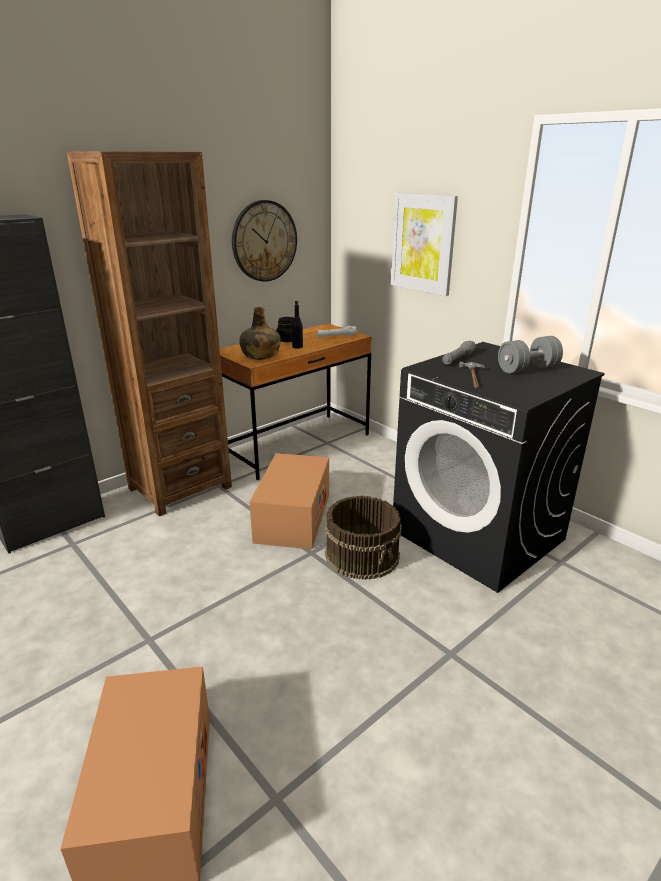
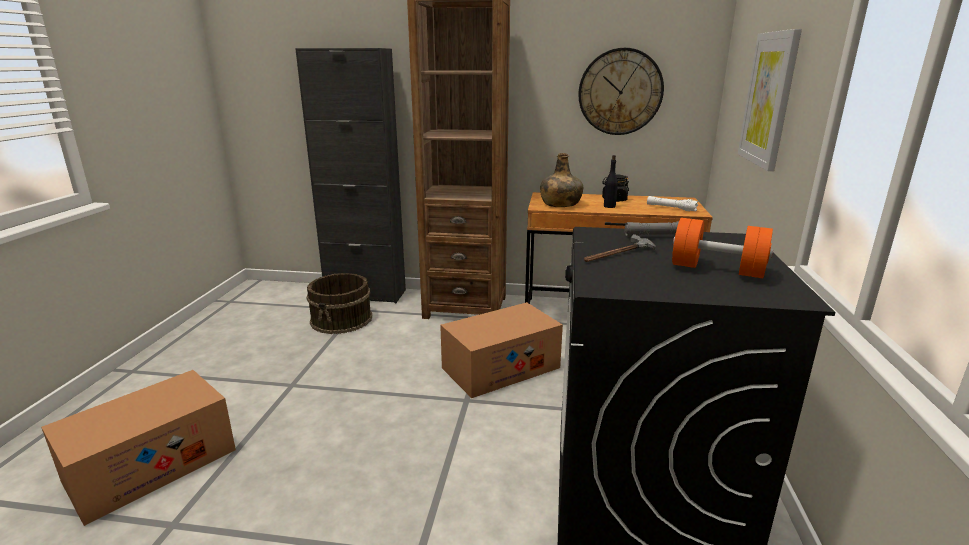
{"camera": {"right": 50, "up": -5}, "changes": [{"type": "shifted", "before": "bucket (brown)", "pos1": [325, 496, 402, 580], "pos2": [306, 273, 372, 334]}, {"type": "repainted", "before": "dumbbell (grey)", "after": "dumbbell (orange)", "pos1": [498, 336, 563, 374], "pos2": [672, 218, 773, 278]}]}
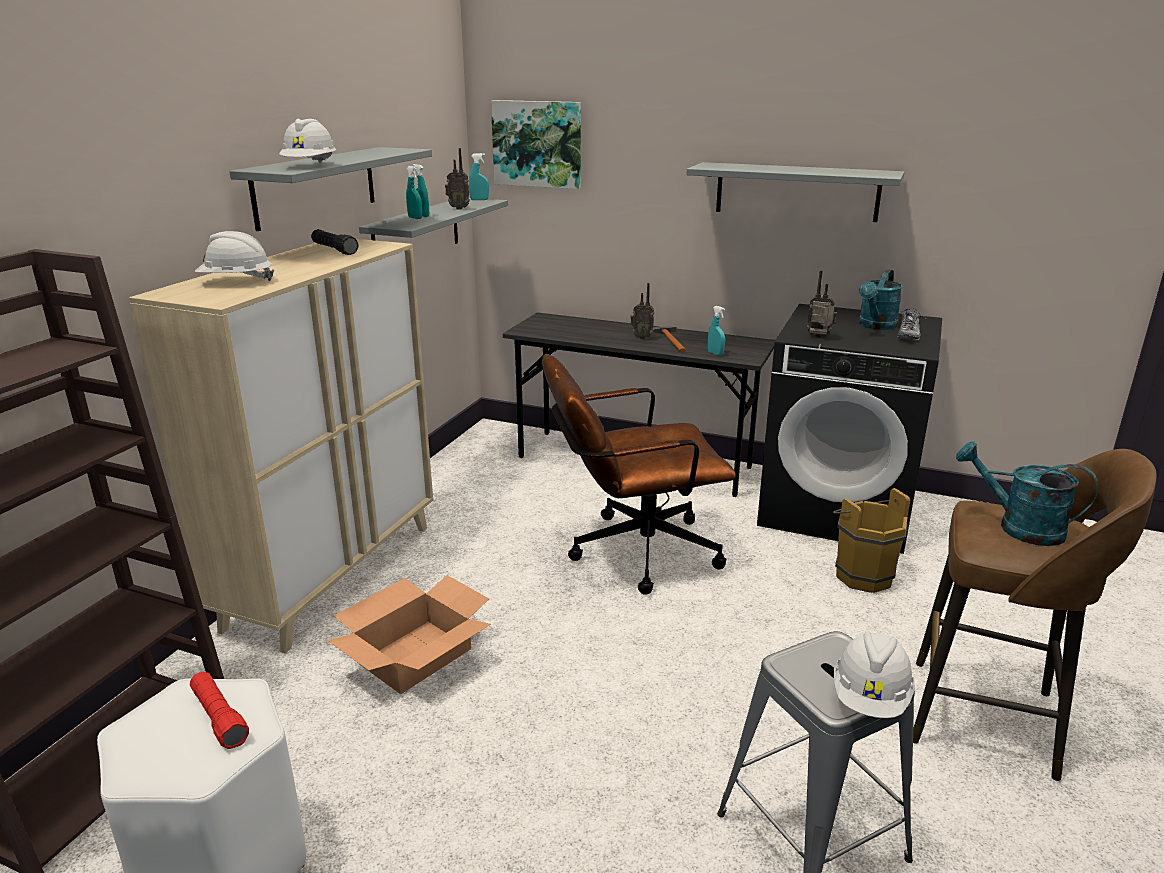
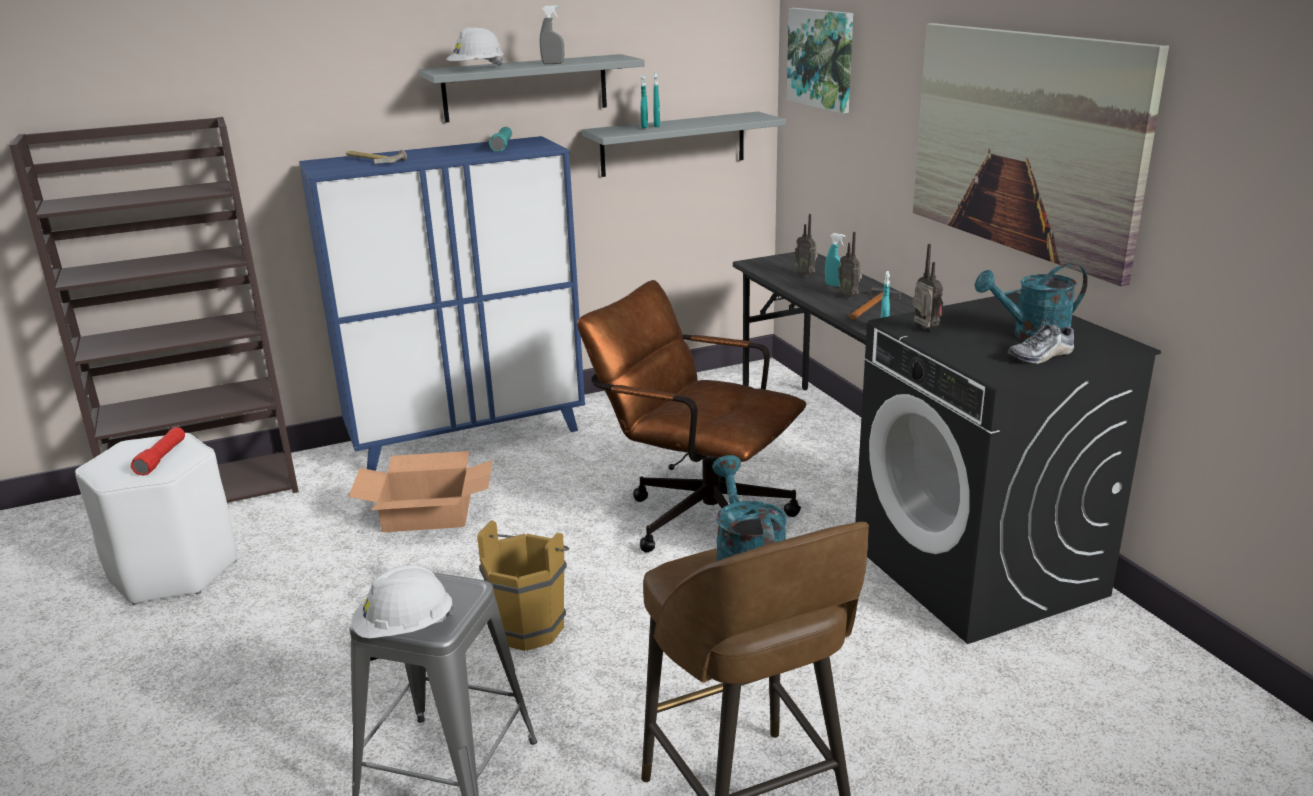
{"camera": {"right": 45, "up": 0}, "changes": [{"type": "repainted", "before": "cabinet (beige)", "after": "cabinet (blue)", "pos1": [129, 239, 433, 654], "pos2": [299, 136, 585, 471]}, {"type": "swapped", "before": "hard hat (white)", "after": "hammer", "pos1": [195, 231, 274, 281], "pos2": [346, 150, 407, 164]}, {"type": "shifted", "before": "bucket (brown)", "pos1": [833, 488, 910, 593], "pos2": [477, 520, 569, 651]}, {"type": "repainted", "before": "flashlight (black)", "after": "flashlight (turquoise)", "pos1": [311, 229, 359, 255], "pos2": [489, 127, 512, 152]}, {"type": "new", "after": "spray bottle (grey)", "pos2": [540, 5, 564, 64]}, {"type": "shifted", "before": "radio", "pos1": [445, 148, 470, 210], "pos2": [795, 214, 818, 276]}, {"type": "shifted", "before": "spray bottle (turquoise)", "pos1": [469, 153, 489, 200], "pos2": [825, 233, 845, 287]}, {"type": "swapped", "before": "shelf (grey)", "after": "picture", "pos1": [686, 162, 904, 222], "pos2": [913, 23, 1169, 286]}]}
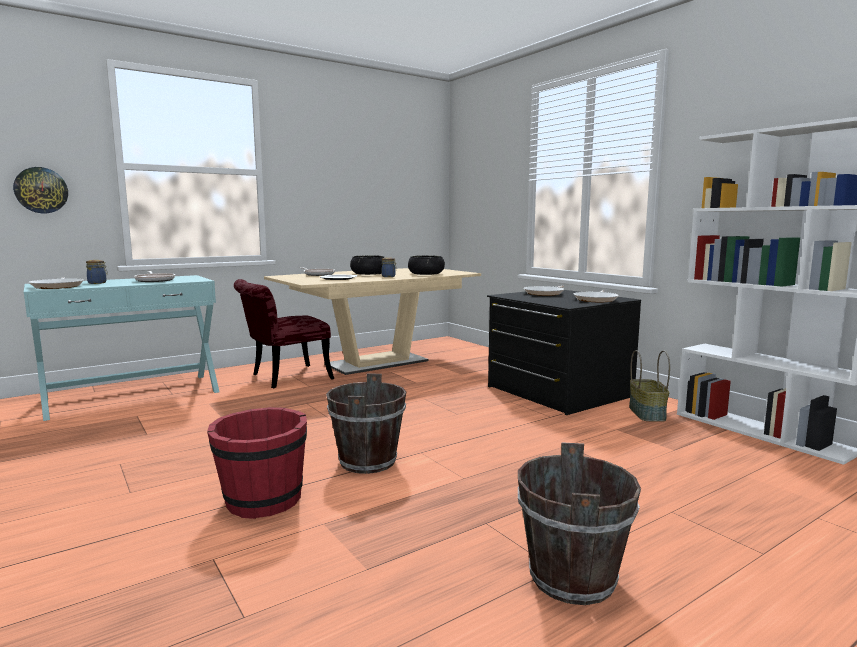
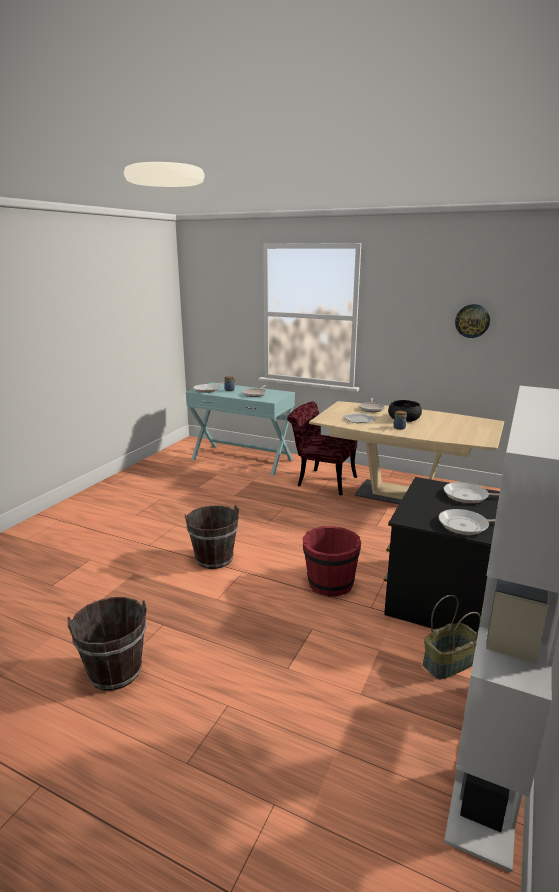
{"camera": {"right": 60, "up": 10}, "changes": [{"type": "shifted", "before": "bucket (red)", "pos1": [207, 407, 307, 519], "pos2": [303, 526, 361, 596]}, {"type": "shifted", "before": "wall clock", "pos1": [13, 167, 68, 213], "pos2": [455, 304, 490, 338]}, {"type": "gone", "before": "bowl (black)", "pos1": [408, 255, 445, 275]}]}
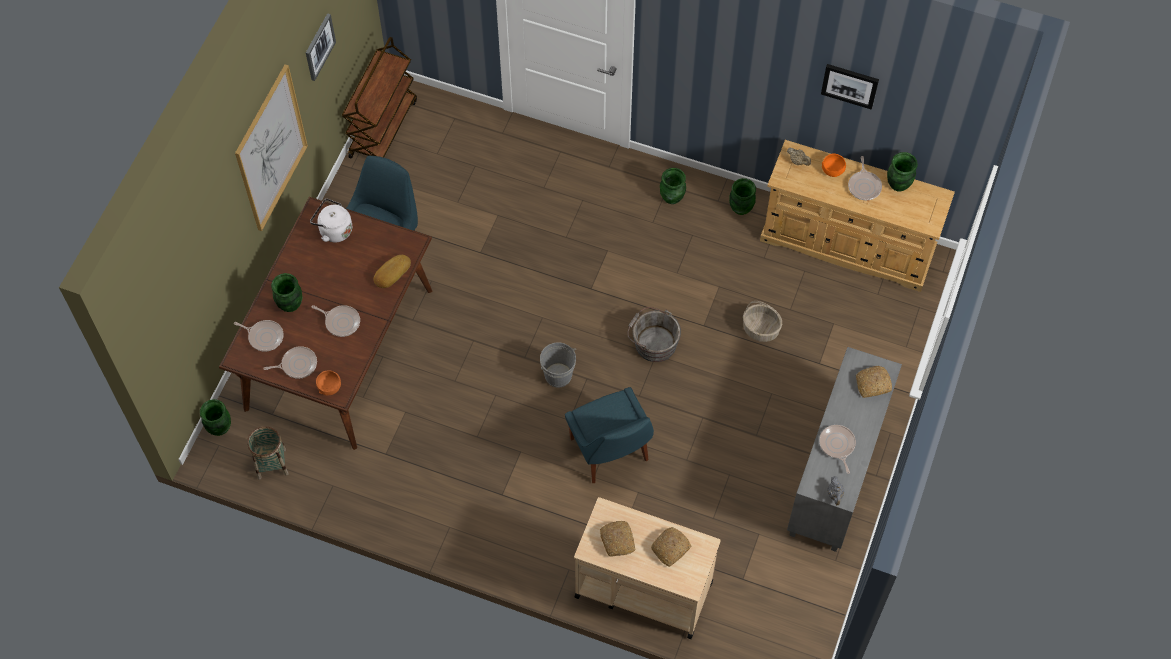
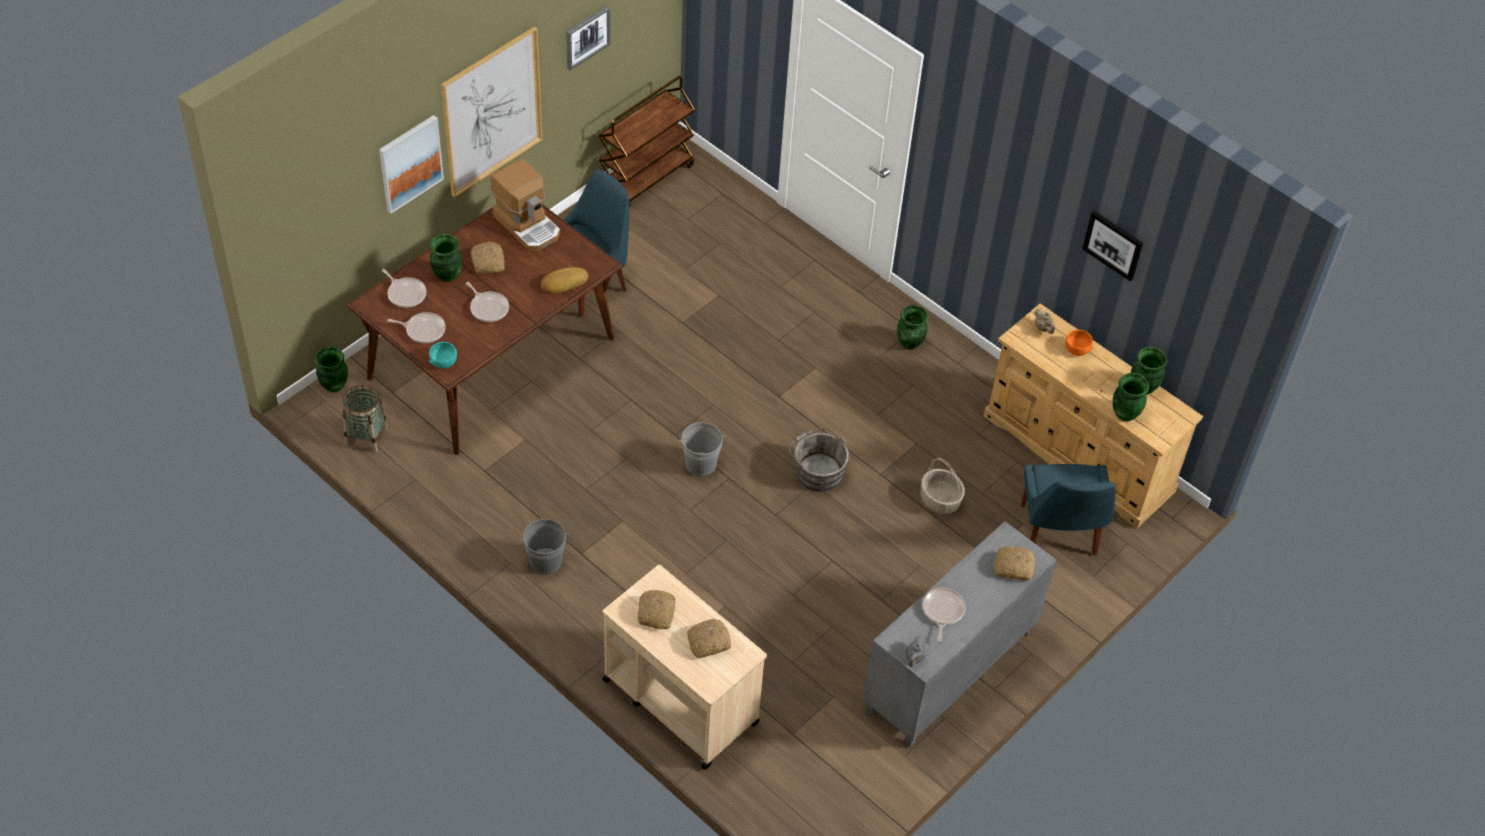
{"camera": {"right": 20, "up": -10}, "changes": [{"type": "new", "after": "picture", "pos2": [379, 115, 444, 213]}, {"type": "repainted", "before": "bowl (orange)", "after": "bowl (turquoise)", "pos1": [316, 370, 341, 395], "pos2": [429, 342, 457, 368]}, {"type": "new", "after": "bread", "pos2": [471, 242, 505, 274]}, {"type": "swapped", "before": "kettle (white)", "after": "coffee machine", "pos1": [310, 199, 352, 242], "pos2": [490, 158, 560, 251]}, {"type": "new", "after": "bucket (grey)", "pos2": [520, 519, 569, 575]}, {"type": "shifted", "before": "chair (blue)", "pos1": [565, 387, 654, 483], "pos2": [1021, 464, 1115, 556]}, {"type": "shifted", "before": "vase (green)", "pos1": [729, 178, 756, 215], "pos2": [1113, 373, 1149, 421]}, {"type": "gone", "before": "frying pan", "pos1": [848, 156, 882, 200]}]}
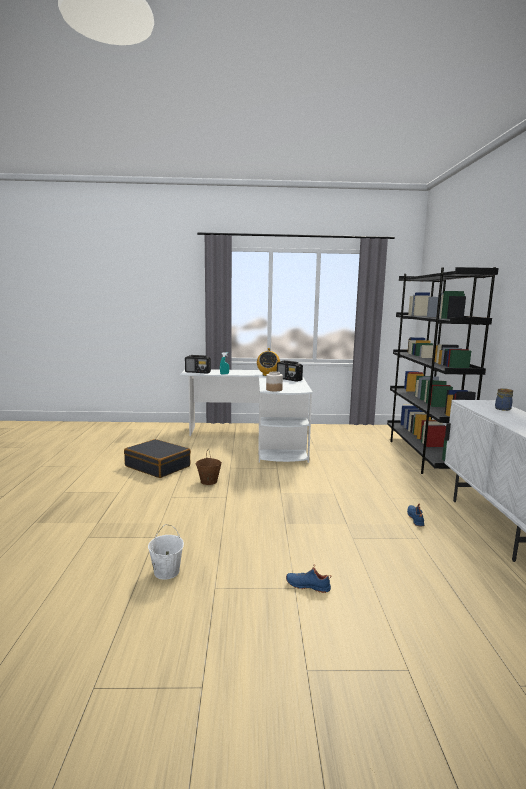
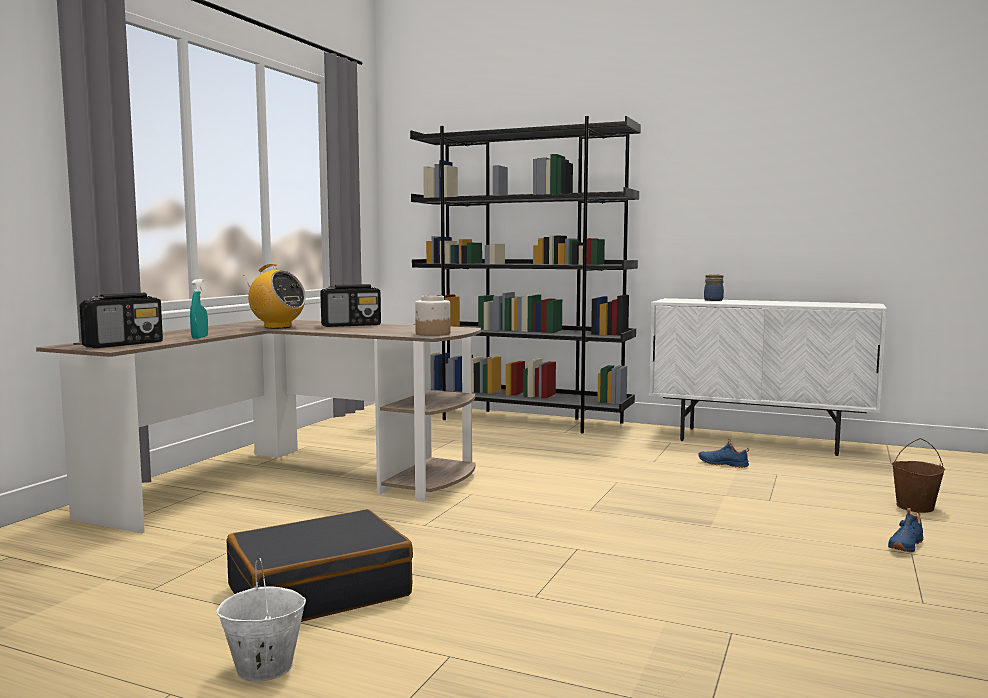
{"camera": {"right": -65, "up": -5}, "changes": [{"type": "repainted", "before": "desk (white)", "after": "desk (brown)", "pos1": [180, 369, 313, 463], "pos2": [36, 320, 481, 533]}, {"type": "shifted", "before": "bucket (white)", "pos1": [148, 524, 184, 580], "pos2": [216, 558, 306, 681]}, {"type": "shifted", "before": "bucket (brown)", "pos1": [196, 449, 222, 485], "pos2": [892, 438, 945, 513]}]}
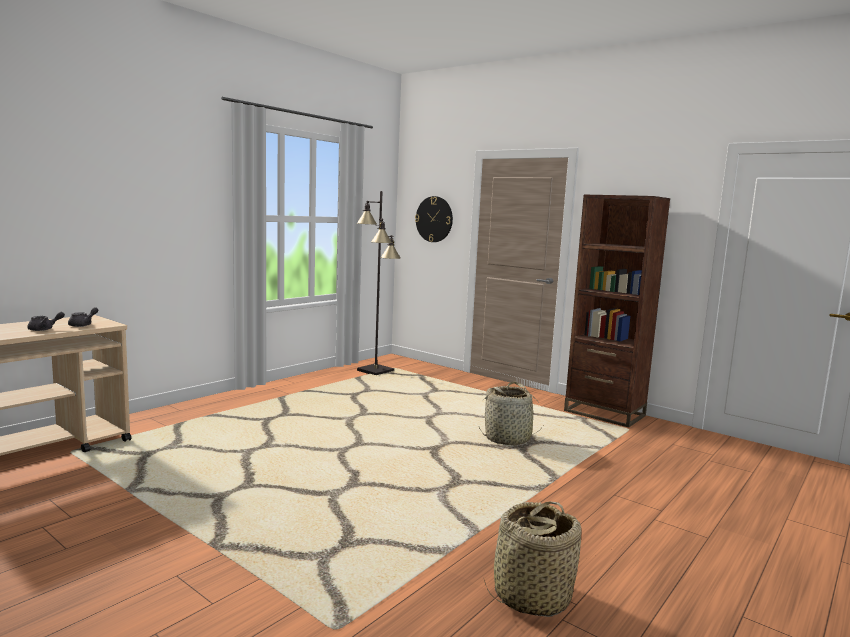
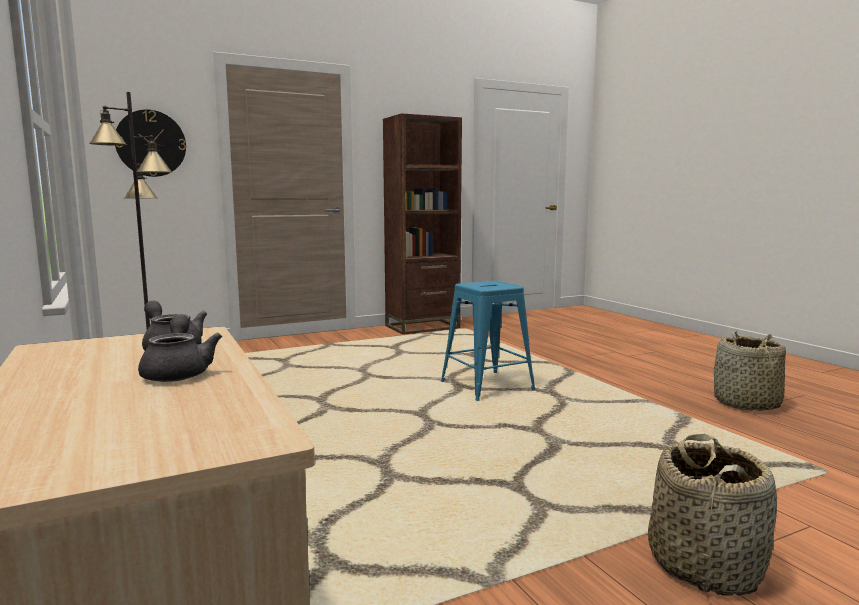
{"camera": {"right": -65, "up": 0}, "changes": [{"type": "new", "after": "stool (blue)", "pos2": [441, 281, 535, 401]}, {"type": "shifted", "before": "basket", "pos1": [479, 382, 545, 445], "pos2": [648, 434, 777, 596]}]}
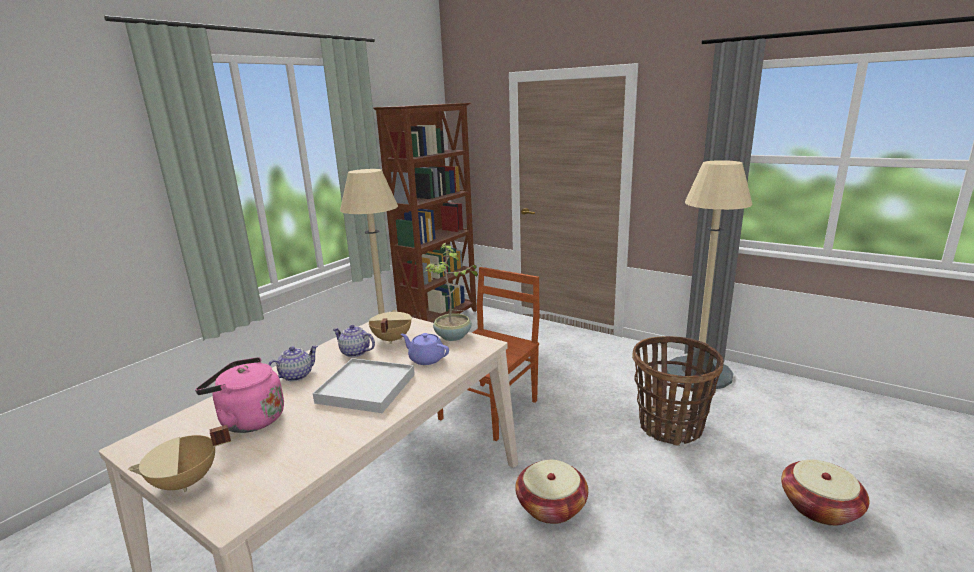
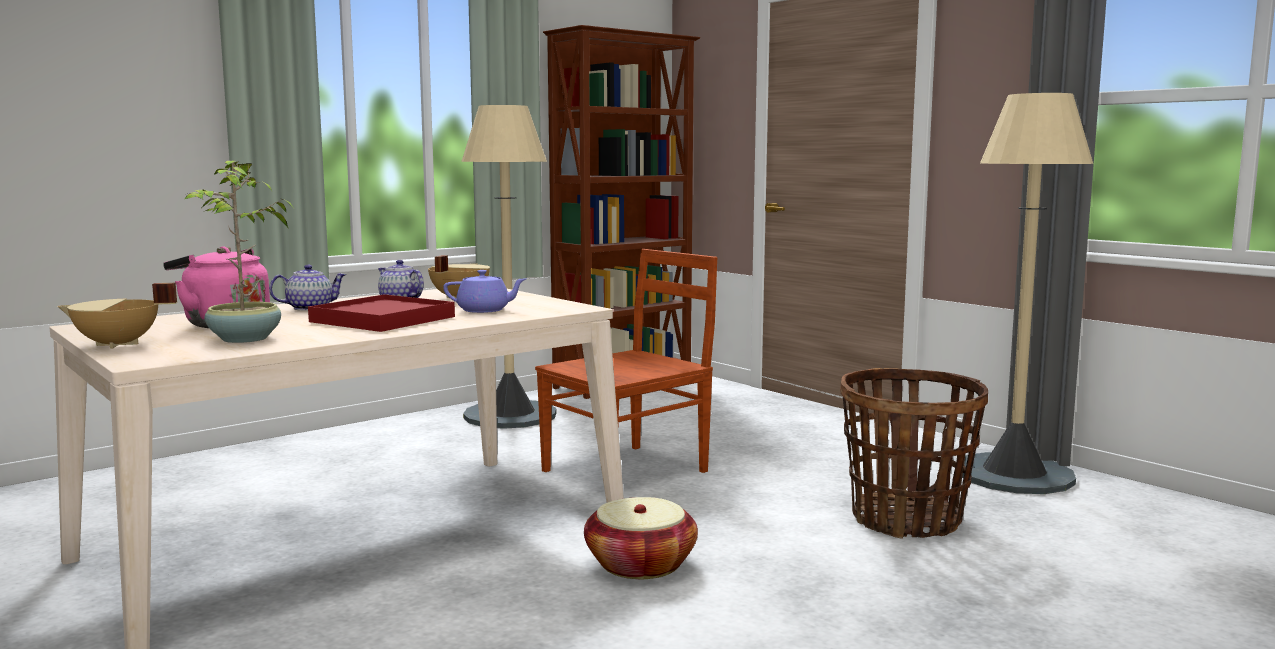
{"camera": {"right": 15, "up": -10}, "changes": [{"type": "shifted", "before": "potted plant", "pos1": [424, 243, 478, 341], "pos2": [185, 161, 293, 343]}, {"type": "repainted", "before": "tray (white)", "after": "tray (red)", "pos1": [313, 358, 415, 413], "pos2": [308, 294, 455, 332]}, {"type": "rotated", "before": "teapot (purple)", "pos1": [401, 333, 449, 365], "pos2": [443, 270, 526, 313], "turn": 135}, {"type": "gone", "before": "basket", "pos1": [781, 459, 869, 526]}]}
